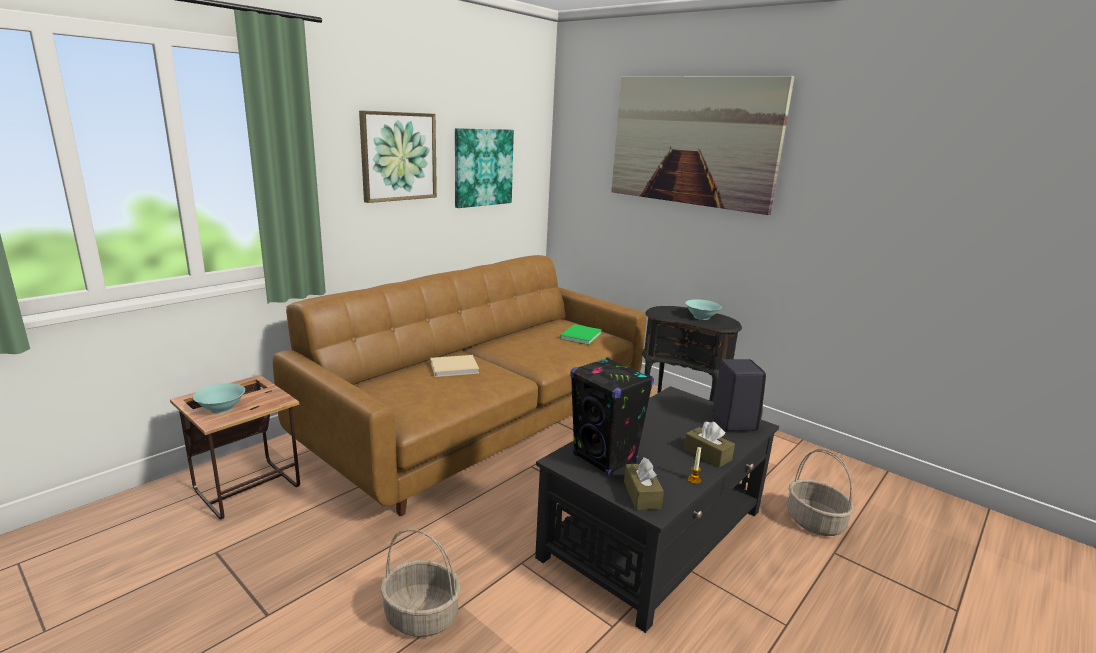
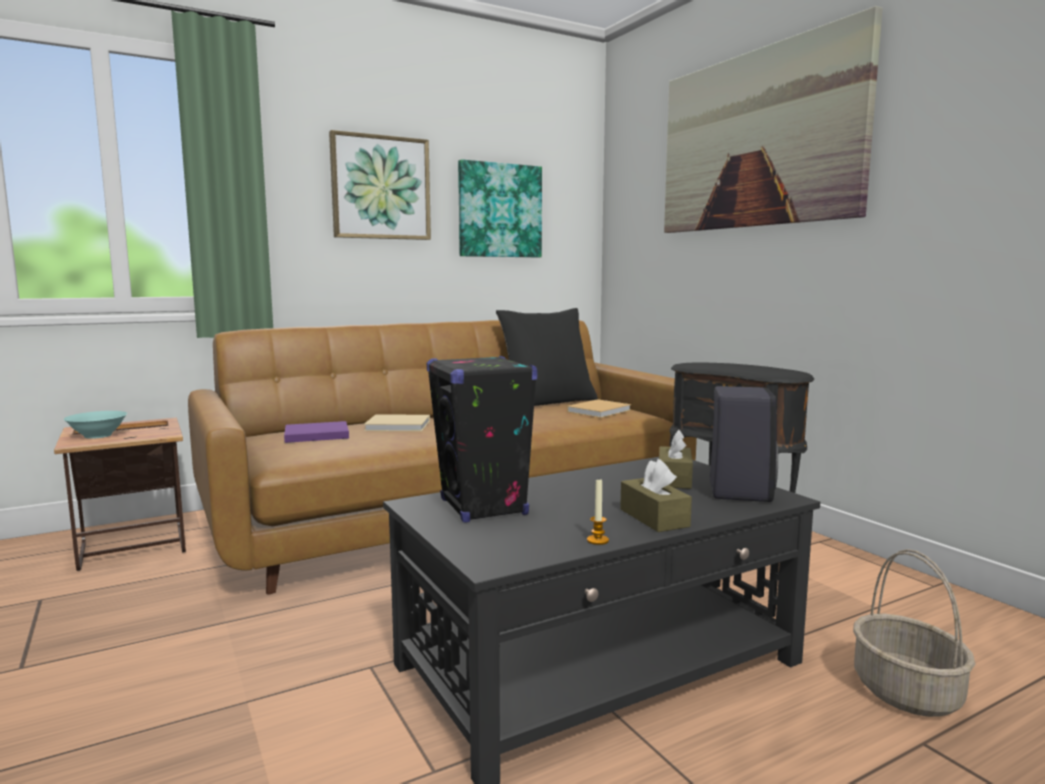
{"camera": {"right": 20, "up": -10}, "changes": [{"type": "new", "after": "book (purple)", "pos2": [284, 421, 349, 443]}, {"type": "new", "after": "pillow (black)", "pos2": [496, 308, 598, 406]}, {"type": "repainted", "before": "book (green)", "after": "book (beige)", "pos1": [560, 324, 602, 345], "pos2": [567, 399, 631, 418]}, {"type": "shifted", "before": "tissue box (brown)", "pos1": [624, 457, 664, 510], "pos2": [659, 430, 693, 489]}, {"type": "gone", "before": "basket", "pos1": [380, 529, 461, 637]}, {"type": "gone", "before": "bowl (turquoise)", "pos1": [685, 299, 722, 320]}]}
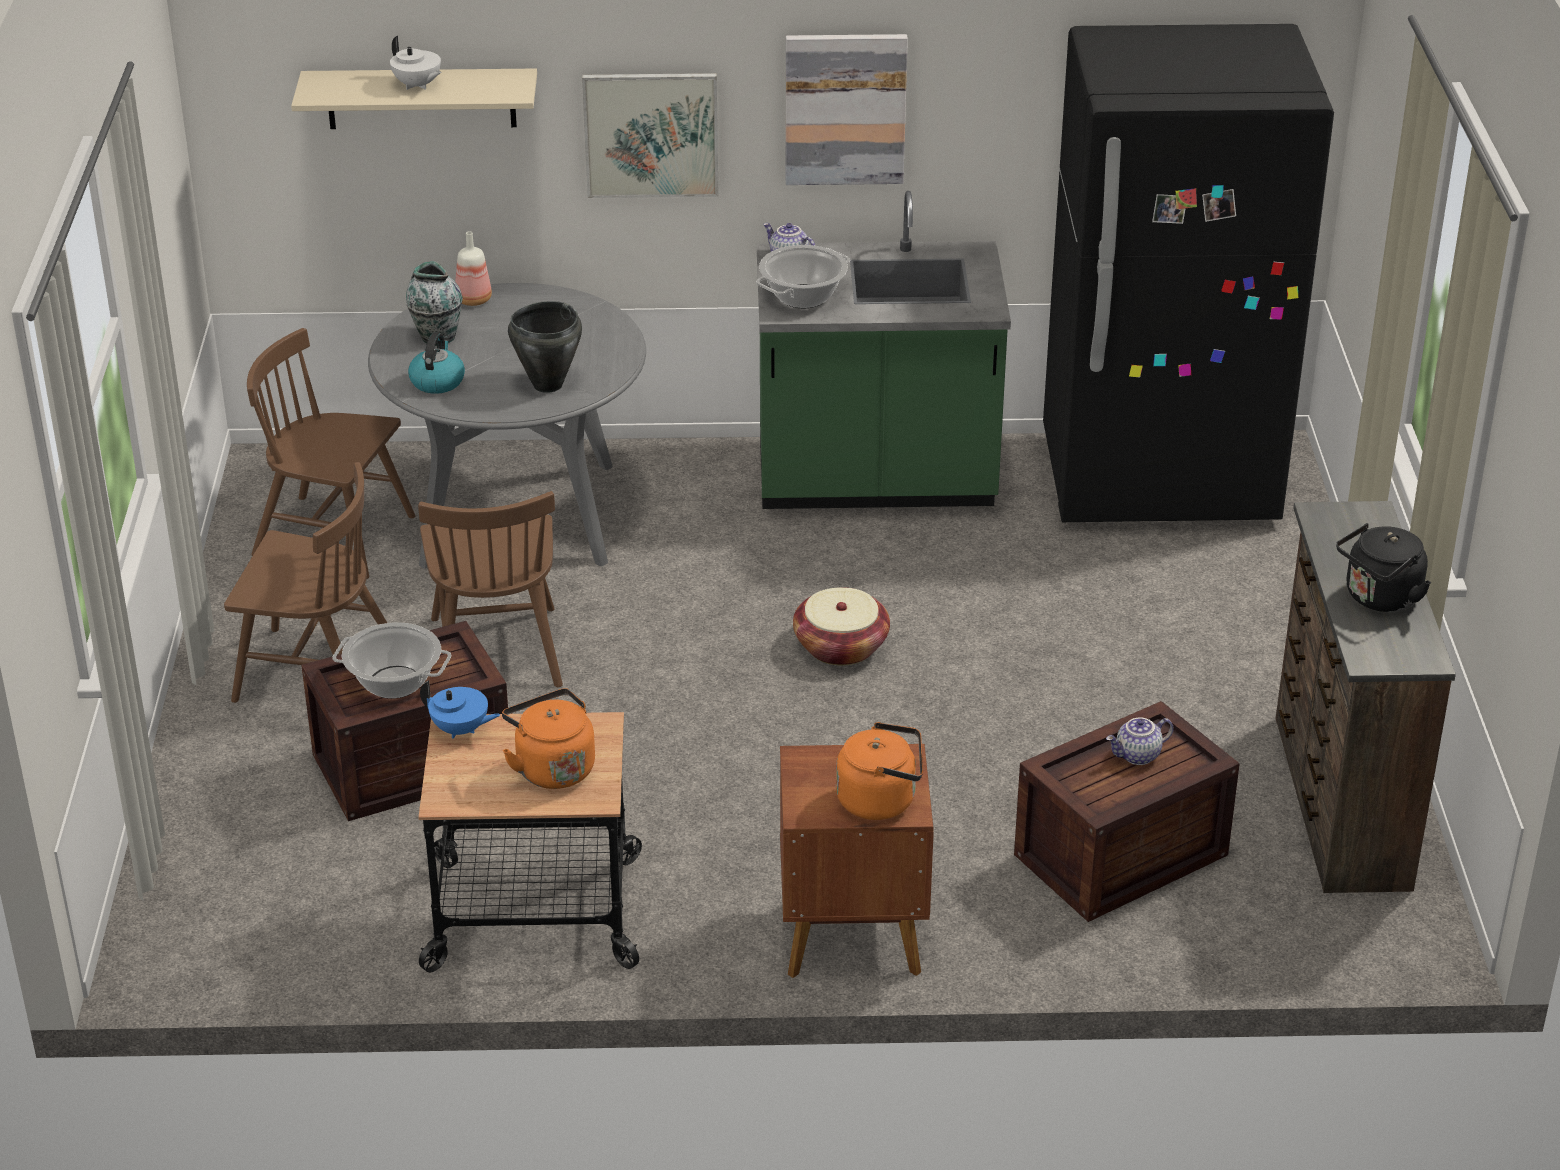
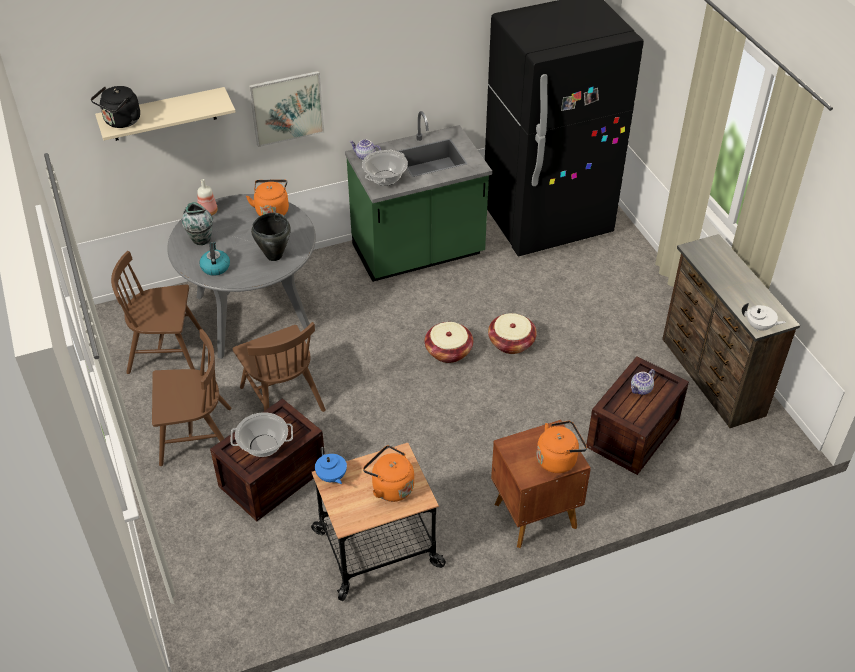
{"camera": {"right": -20, "up": 10}, "changes": [{"type": "shifted", "before": "kettle (black)", "pos1": [1336, 523, 1431, 612], "pos2": [91, 86, 140, 128]}, {"type": "new", "after": "kettle (orange)", "pos2": [246, 179, 289, 216]}, {"type": "rotated", "before": "teapot (blue)", "pos1": [420, 680, 500, 739], "pos2": [315, 447, 347, 484], "turn": 60}, {"type": "new", "after": "basket", "pos2": [488, 313, 537, 354]}, {"type": "shifted", "before": "teapot (white)", "pos1": [390, 36, 442, 90], "pos2": [742, 303, 786, 332]}, {"type": "gone", "before": "picture", "pos1": [786, 34, 908, 185]}]}
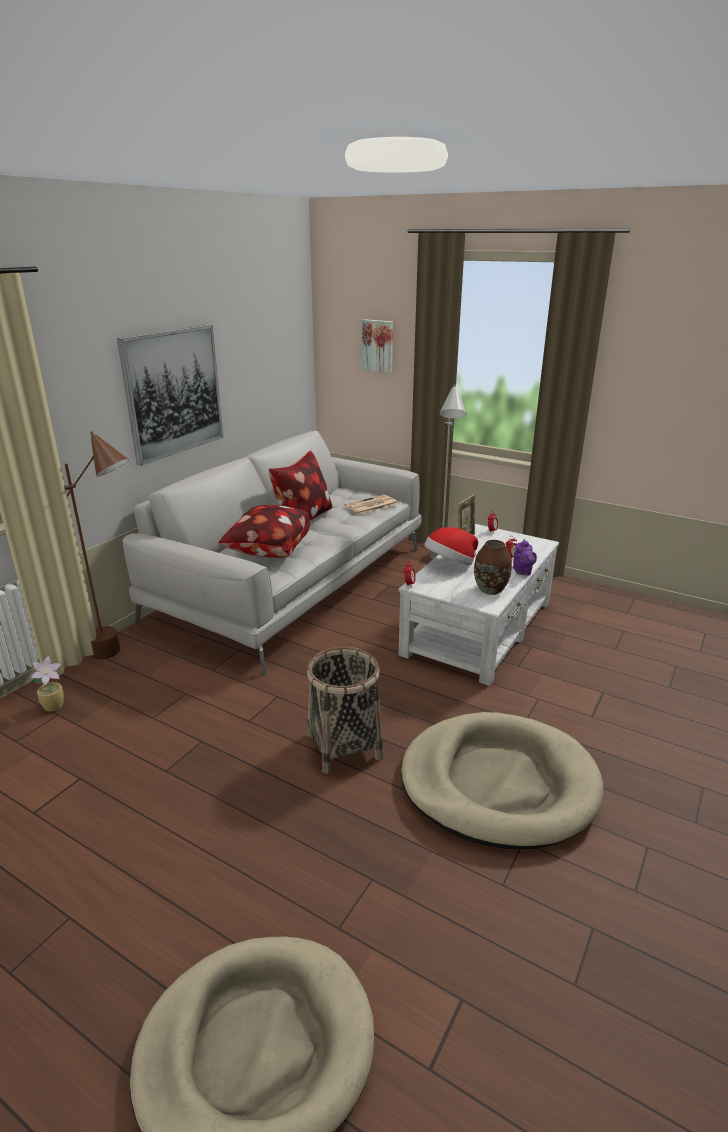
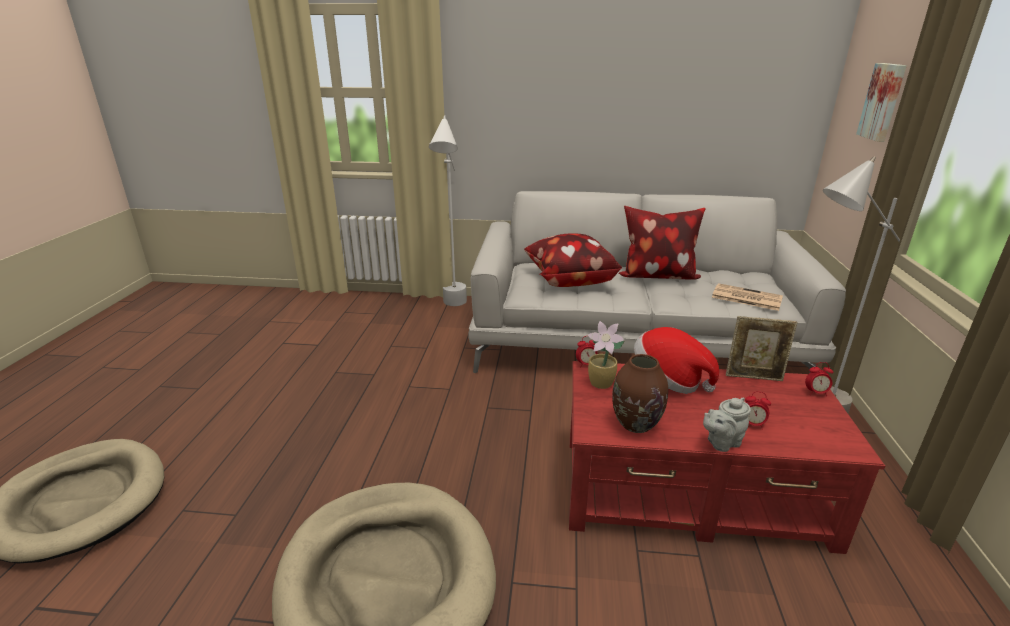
{"camera": {"right": 65, "up": 0}, "changes": [{"type": "repainted", "before": "floor lamp (brown)", "after": "floor lamp (white)", "pos1": [64, 431, 129, 659], "pos2": [429, 116, 467, 306]}, {"type": "repainted", "before": "coffee table (white)", "after": "coffee table (red)", "pos1": [398, 524, 559, 686], "pos2": [569, 361, 885, 554]}, {"type": "shifted", "before": "potted plant", "pos1": [30, 656, 64, 712], "pos2": [588, 321, 625, 389]}, {"type": "repainted", "before": "teapot (purple)", "after": "teapot (grey)", "pos1": [513, 539, 537, 576], "pos2": [703, 397, 751, 452]}, {"type": "gone", "before": "picture", "pos1": [117, 325, 223, 466]}, {"type": "gone", "before": "basket", "pos1": [307, 647, 383, 774]}]}
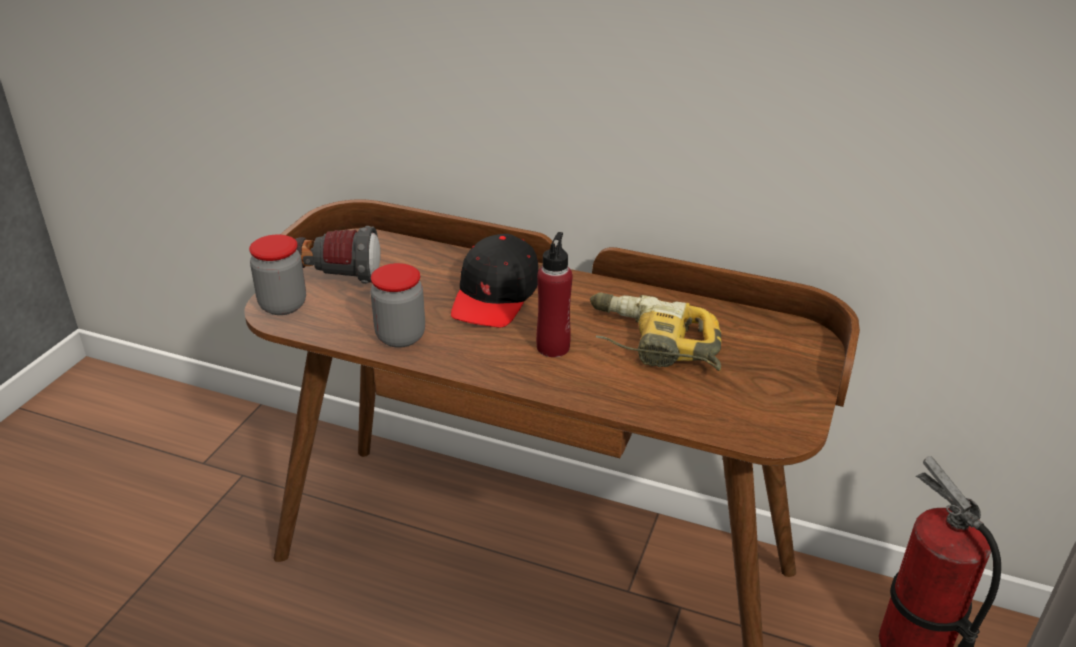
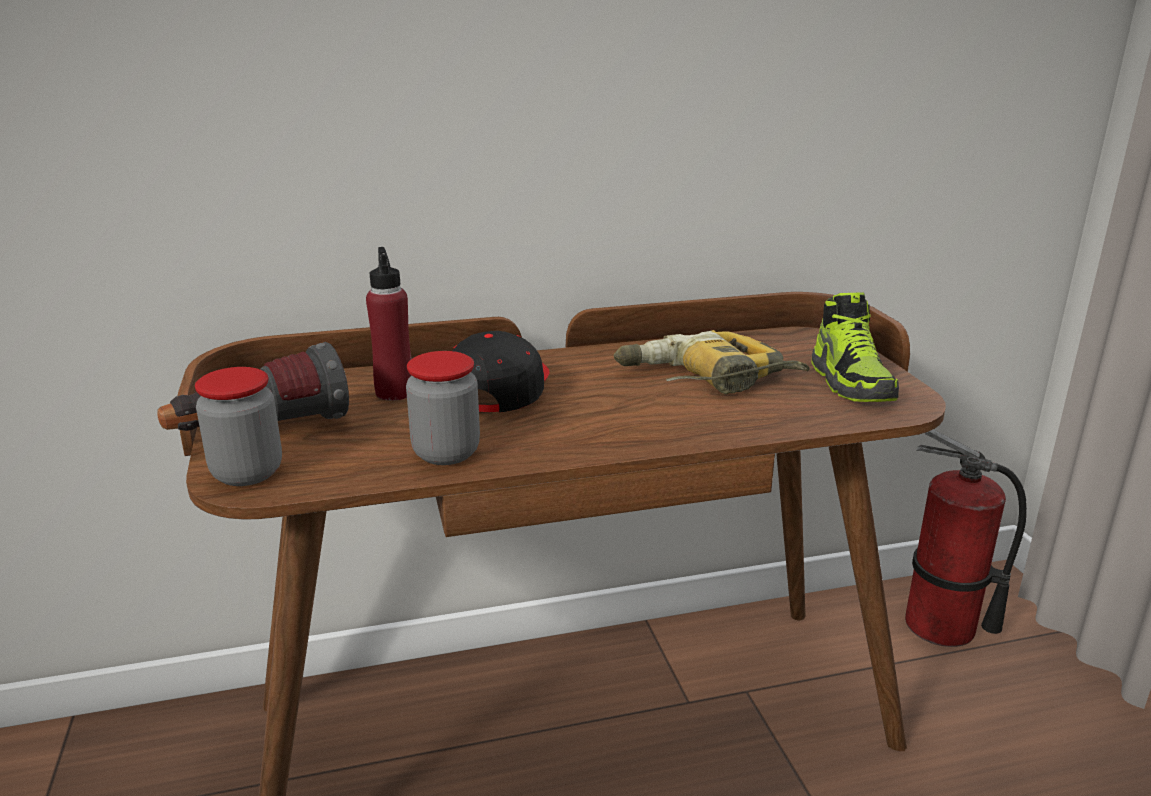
{"camera": {"right": -35, "up": -10}, "changes": [{"type": "shifted", "before": "bottle (red)", "pos1": [536, 232, 573, 357], "pos2": [366, 247, 412, 401]}, {"type": "rotated", "before": "cap (black)", "pos1": [451, 234, 539, 327], "pos2": [452, 331, 549, 412], "turn": -150}, {"type": "new", "after": "shoe", "pos2": [812, 293, 899, 402]}]}
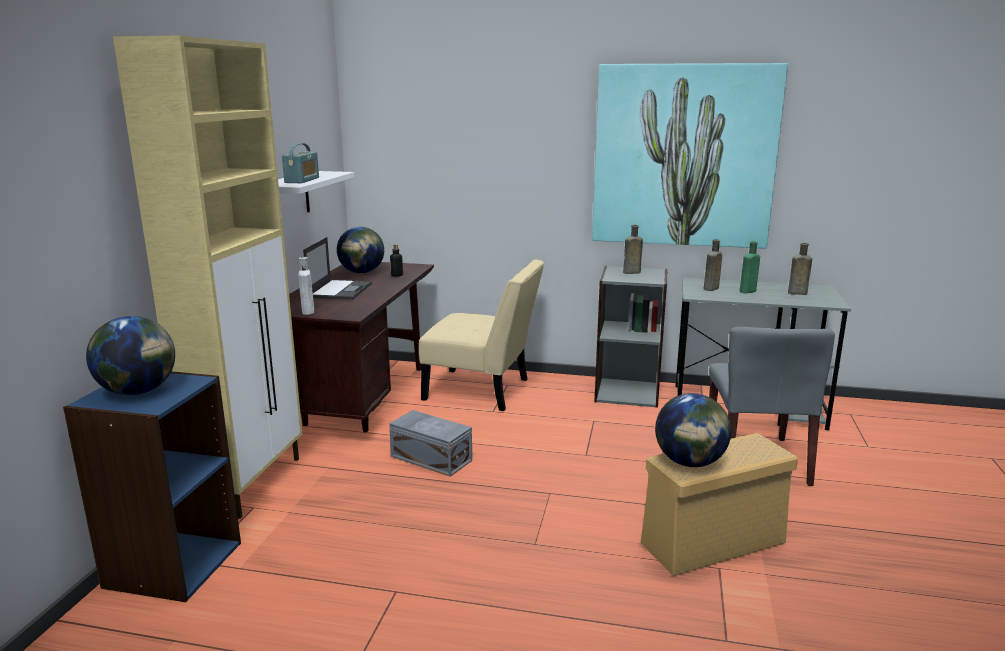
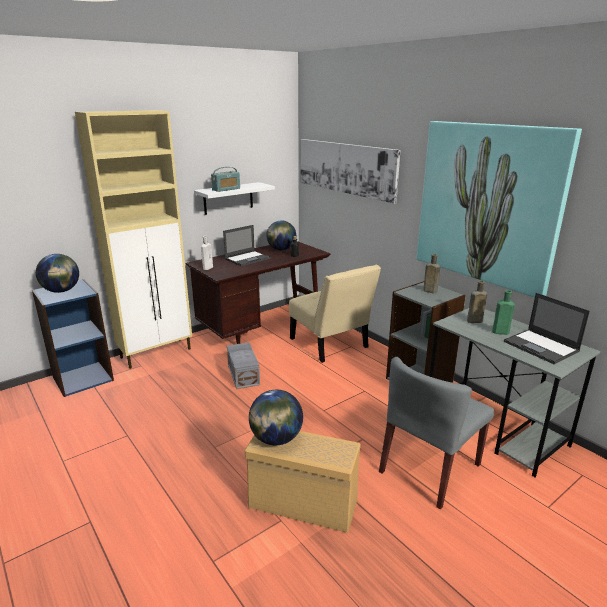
{"camera": {"right": 40, "up": 5}, "changes": [{"type": "new", "after": "picture", "pos2": [301, 139, 401, 204]}, {"type": "swapped", "before": "bottle (brown)", "after": "laptop", "pos1": [788, 243, 812, 295], "pos2": [504, 293, 590, 364]}]}
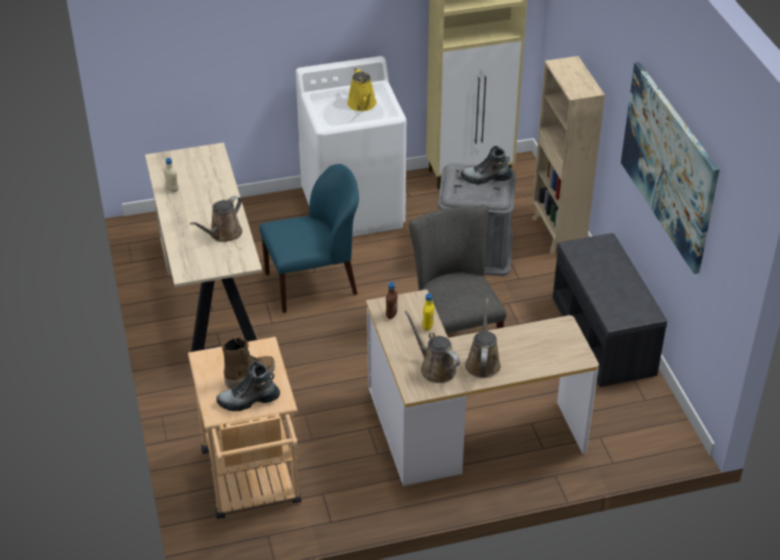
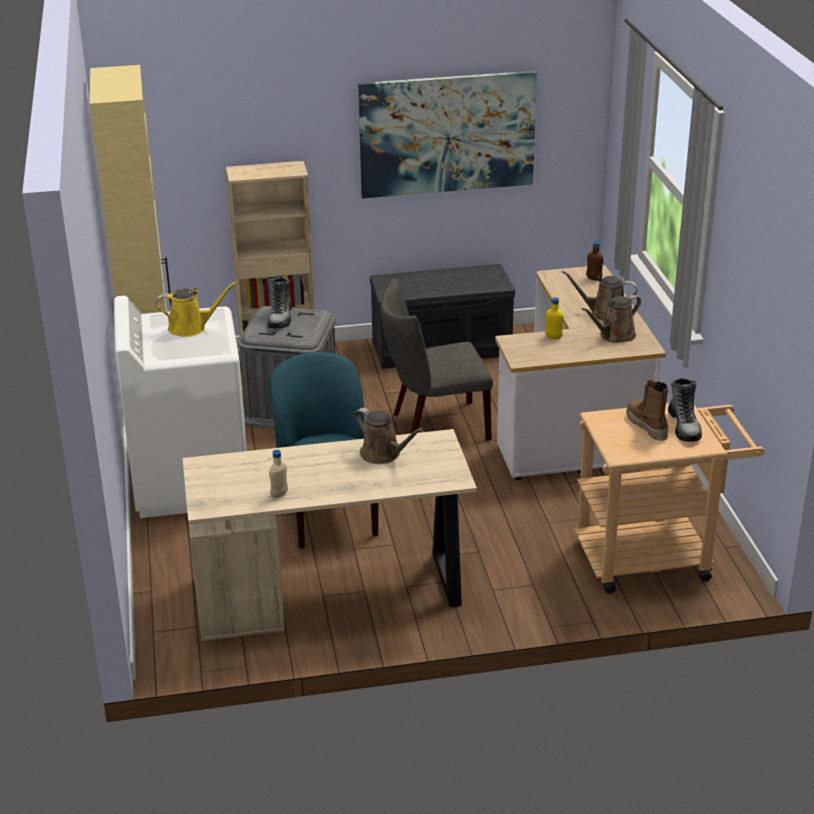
{"camera": {"right": -85, "up": -10}, "changes": [{"type": "shifted", "before": "bottle (brown)", "pos1": [386, 282, 397, 319], "pos2": [586, 241, 603, 281]}]}
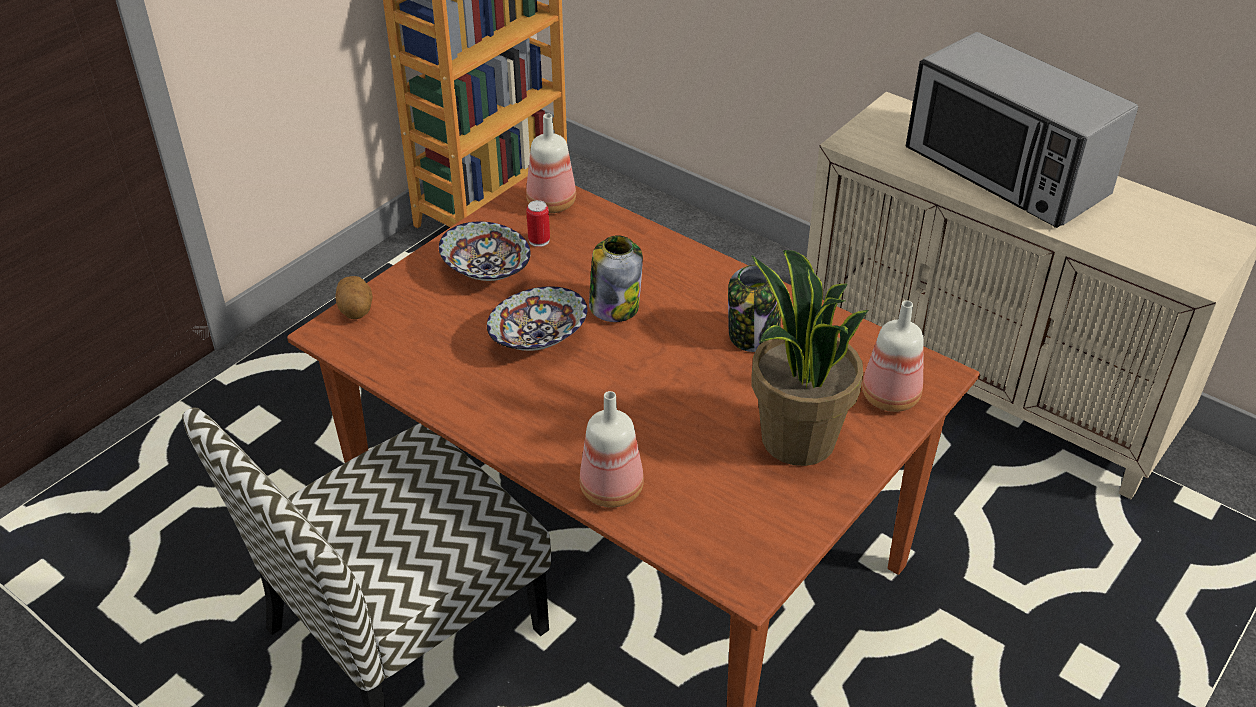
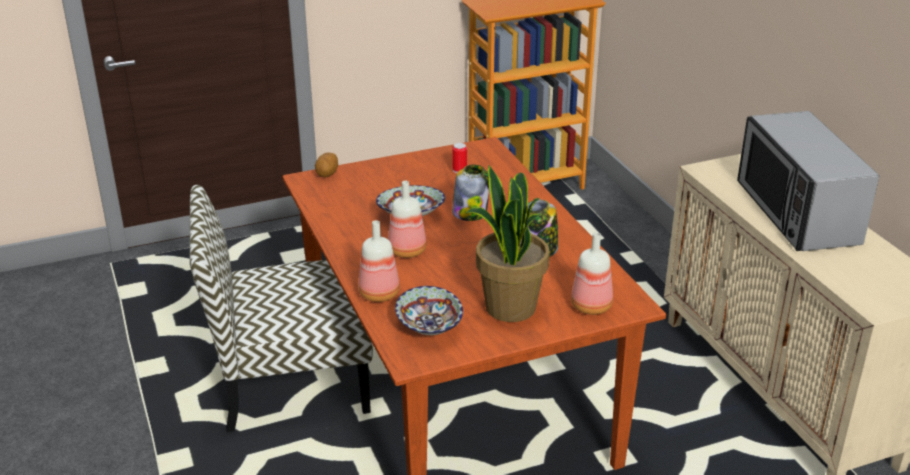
{"camera": {"right": 30, "up": -10}, "changes": [{"type": "shifted", "before": "bottle", "pos1": [526, 113, 576, 213], "pos2": [388, 181, 426, 258]}, {"type": "shifted", "before": "bowl", "pos1": [439, 222, 531, 281], "pos2": [395, 286, 463, 335]}]}
